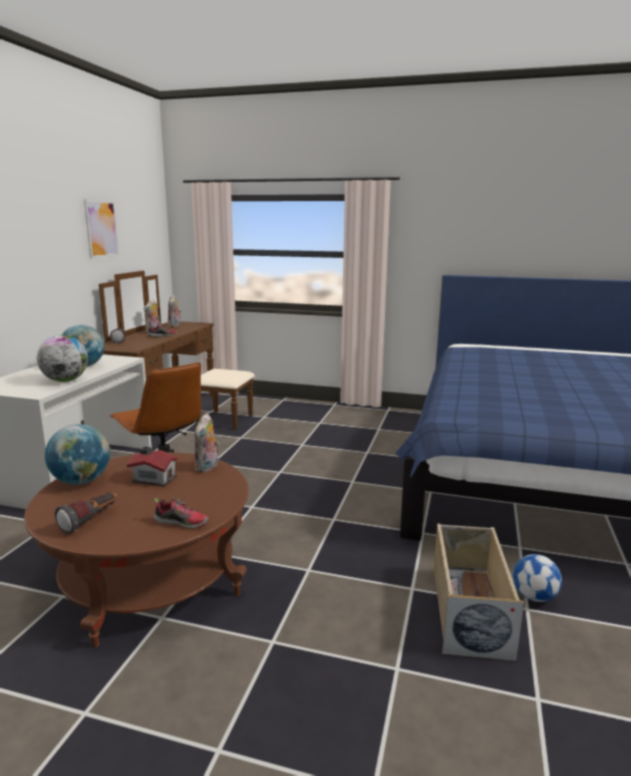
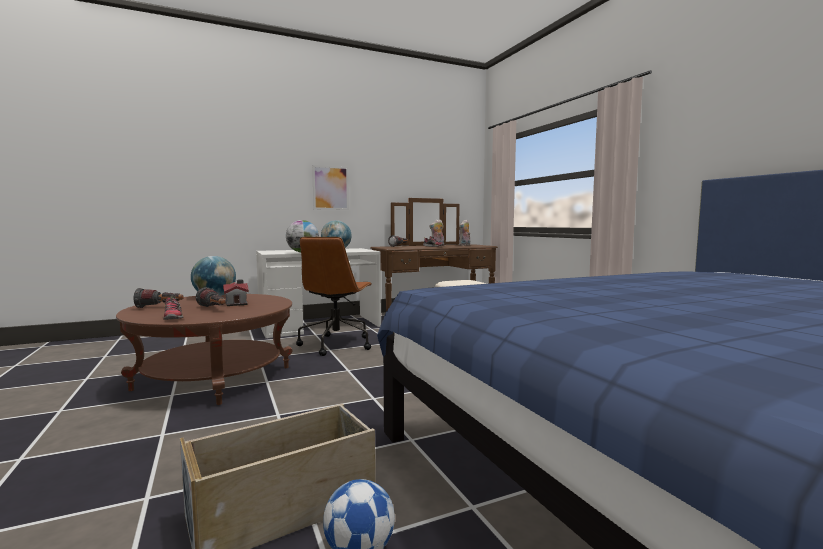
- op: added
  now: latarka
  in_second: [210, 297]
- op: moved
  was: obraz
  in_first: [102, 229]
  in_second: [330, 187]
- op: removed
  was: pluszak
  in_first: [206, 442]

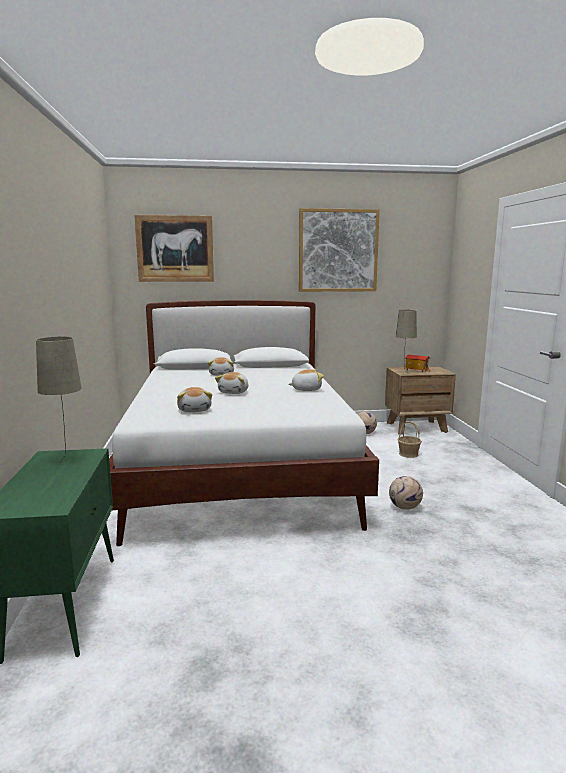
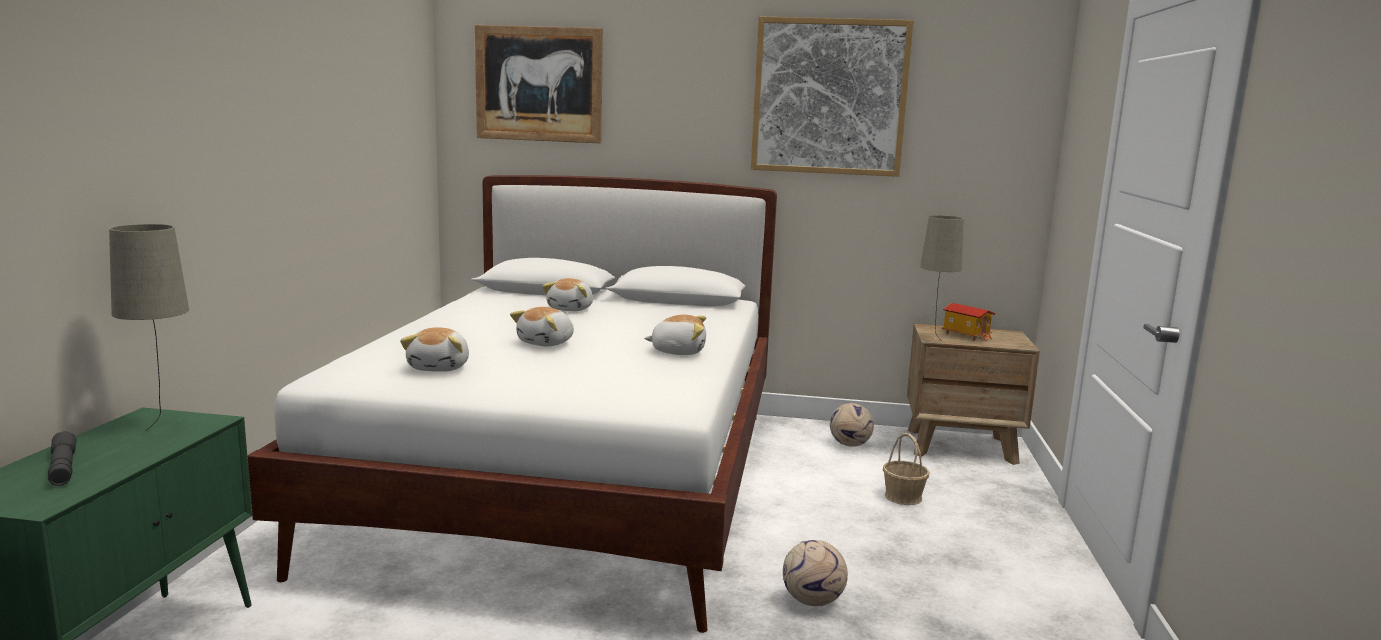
- op: added
  now: latarka/szary
  in_second: [62, 458]

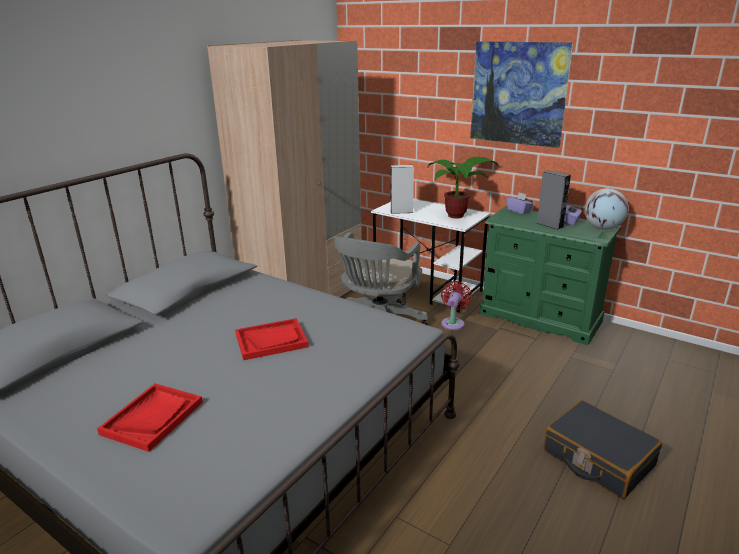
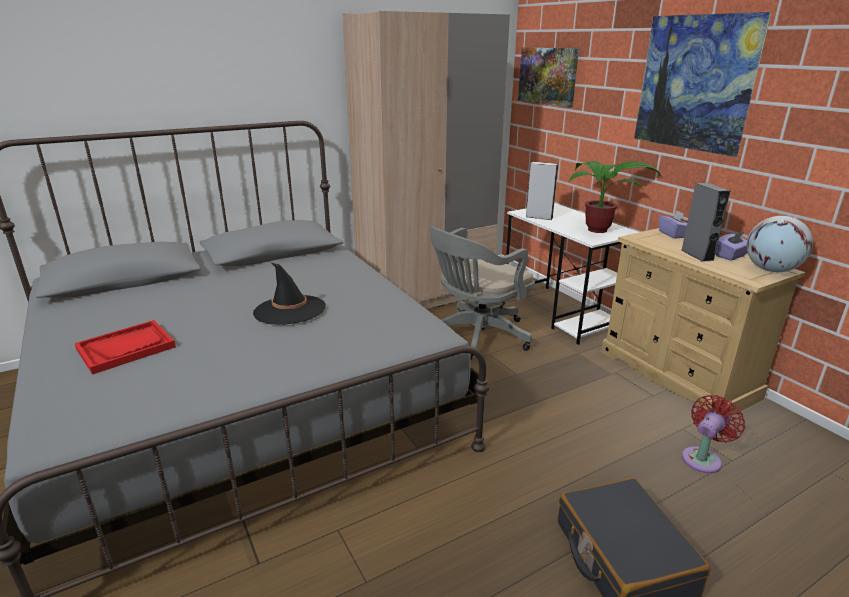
- op: replaced
  was: taca/czerwony
  now: kapelusz/czarny
  in_first: [272, 339]
  in_second: [289, 293]
- op: added
  now: obraz
  in_second: [548, 77]
- op: recoloured
  was: komoda/zielony
  now: komoda/beżowy
  in_first: [550, 275]
  in_second: [703, 322]
- op: moved
  was: wentylator/czerwony
  in_first: [456, 305]
  in_second: [713, 434]

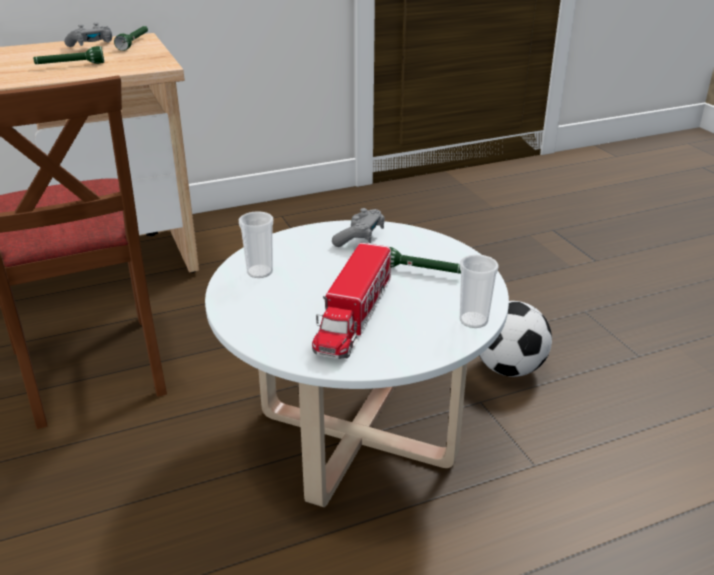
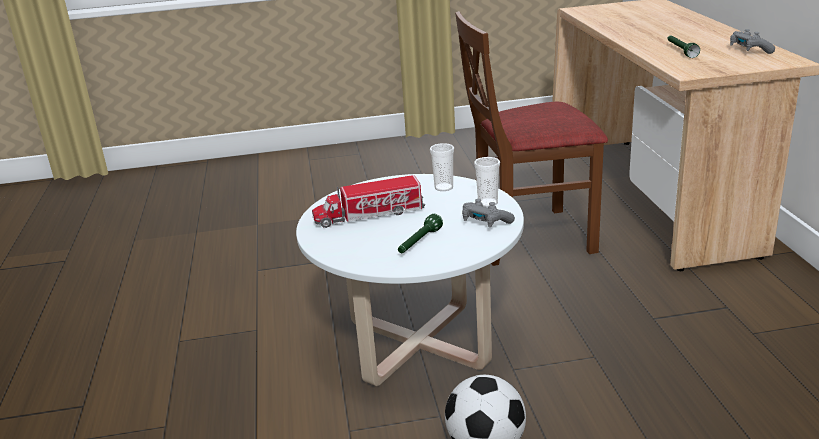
- op: turned
  was: ciężarówka zabawkowa
  in_first: [351, 301]
  in_second: [368, 201]
  clockwise: -45
- op: moved
  was: filiżanka
  in_first: [479, 291]
  in_second: [487, 182]
- op: removed
  was: latarka/zielony
  in_first: [131, 38]

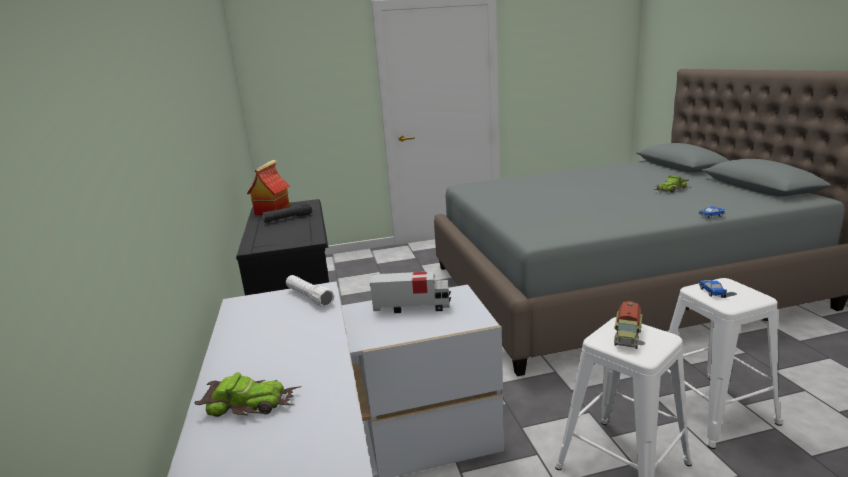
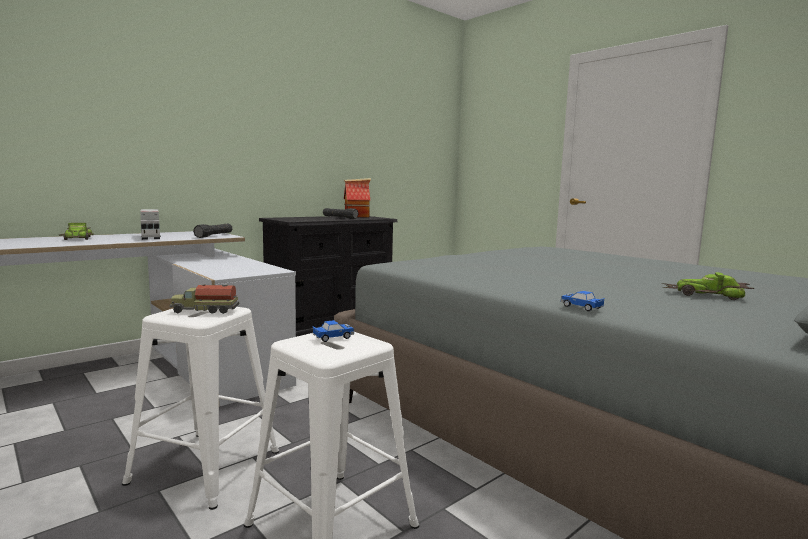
- op: moved
  was: ciężarówka zabawkowa
  in_first: [410, 292]
  in_second: [150, 224]
- op: recoloured
  was: latarka/biały
  now: latarka/czarny
  in_first: [310, 291]
  in_second: [212, 230]

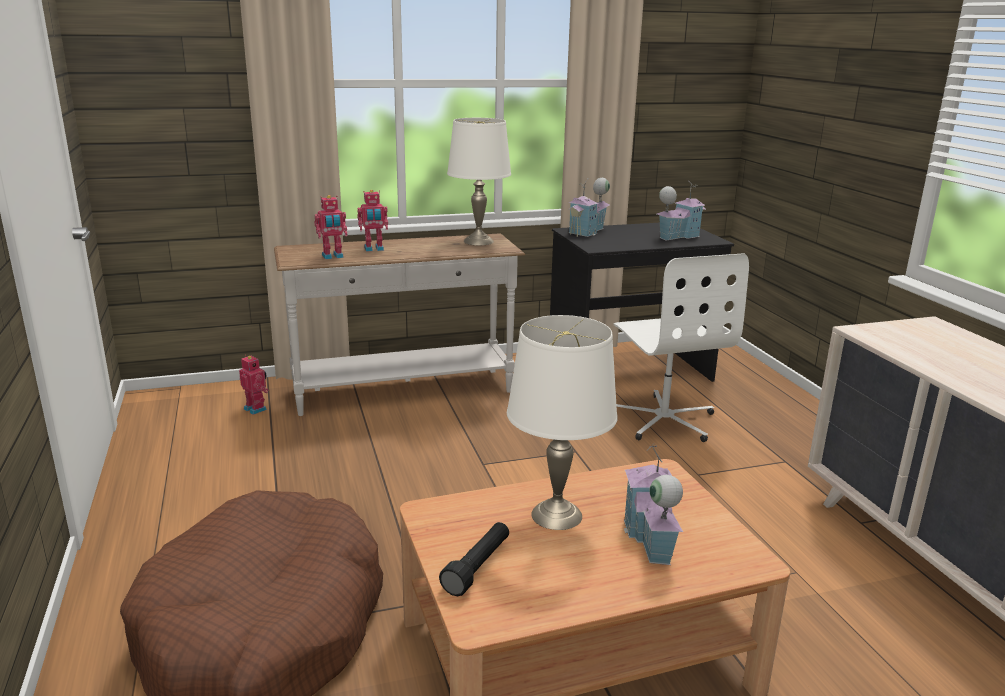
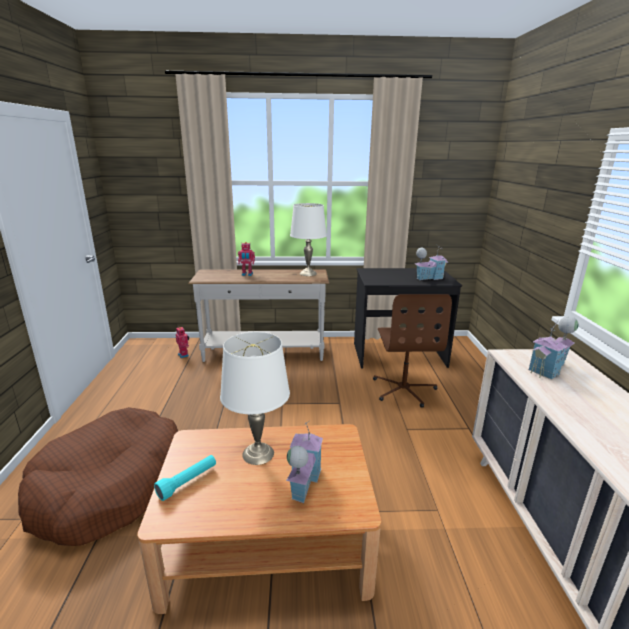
- op: recoloured
  was: latarka/czarny
  now: latarka/turkusowy
  in_first: [474, 559]
  in_second: [185, 478]
- op: recoloured
  was: krzesło biurowe/biały
  now: krzesło biurowe/brązowy
  in_first: [681, 347]
  in_second: [412, 351]
- op: moved
  was: domek
  in_first: [589, 207]
  in_second: [553, 348]
- op: removed
  was: robot zabawkowy
  in_first: [330, 227]

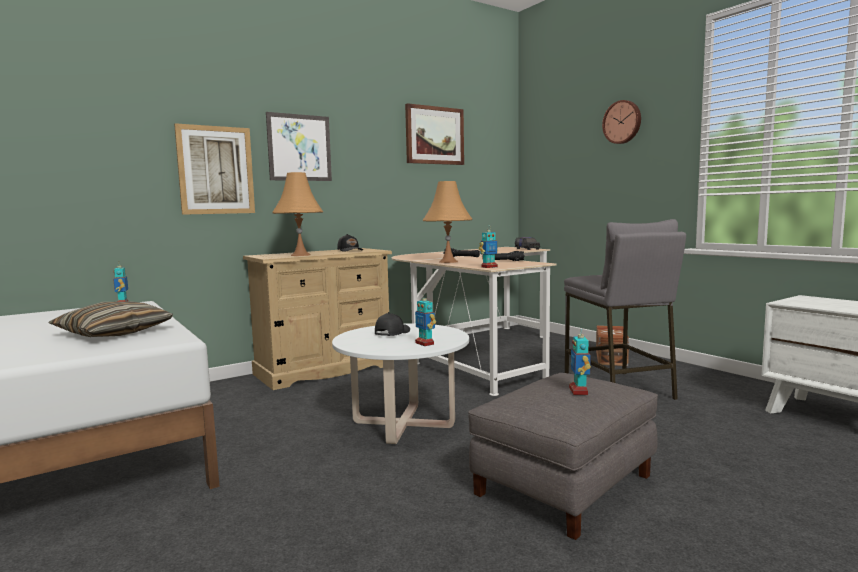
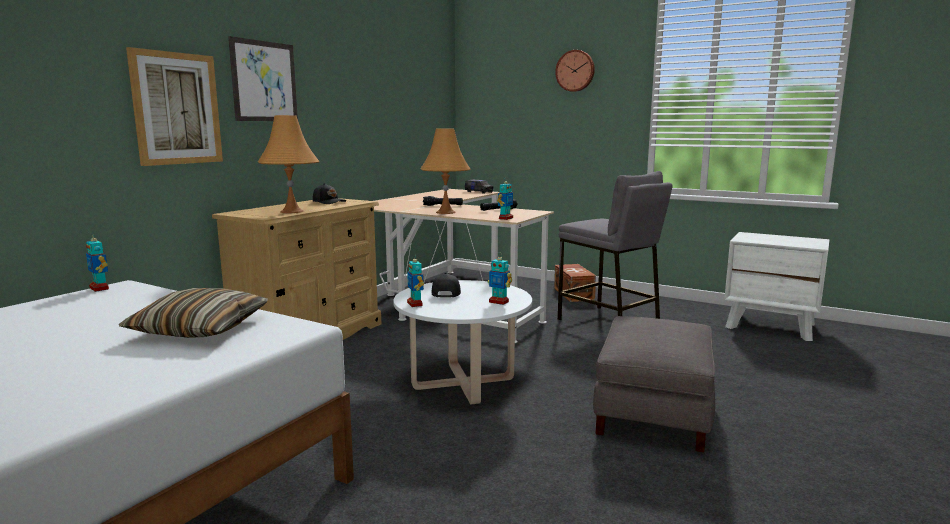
- op: moved
  was: robot zabawkowy
  in_first: [580, 361]
  in_second: [415, 280]
- op: removed
  was: obraz
  in_first: [434, 134]

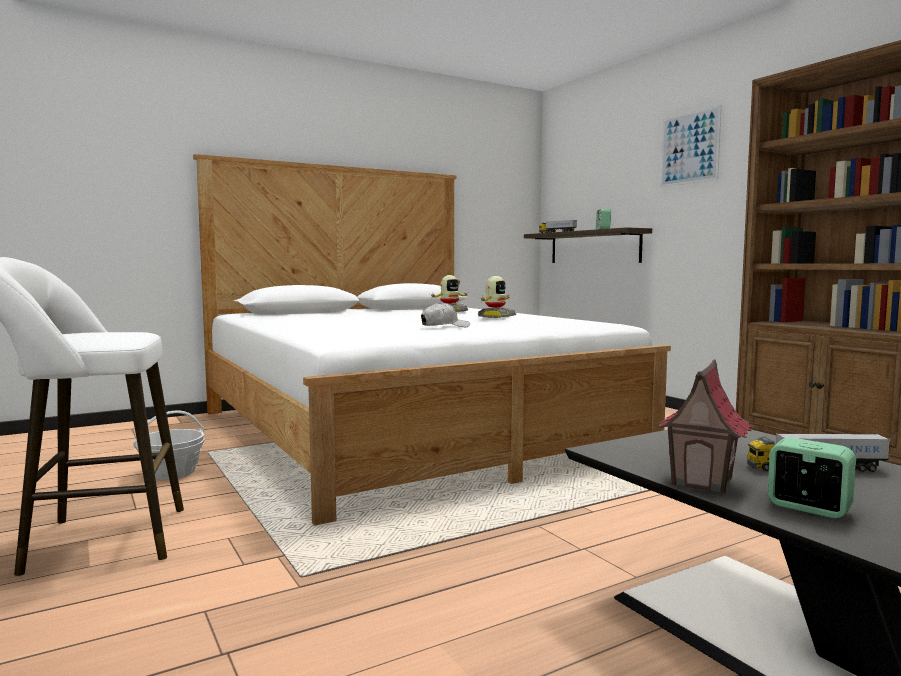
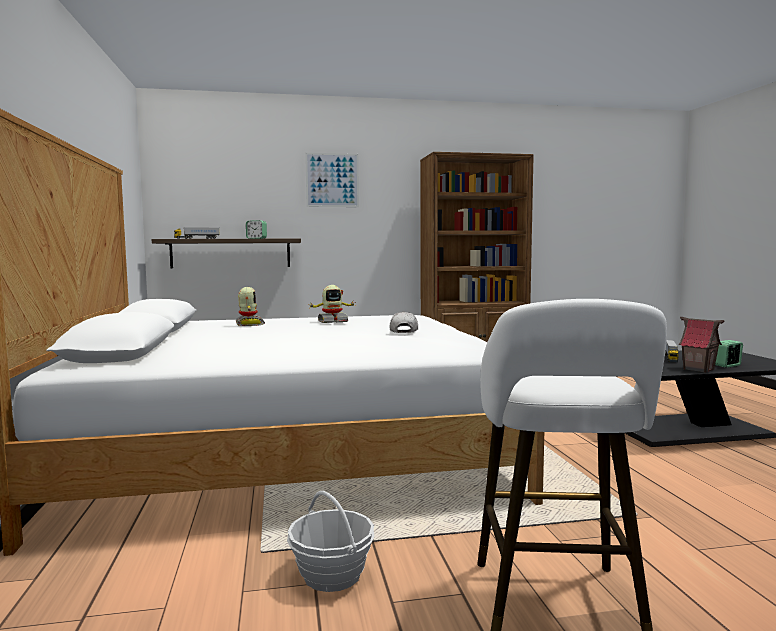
- op: turned
  was: robot zabawkowy
  in_first: [497, 297]
  in_second: [332, 304]
  clockwise: 105

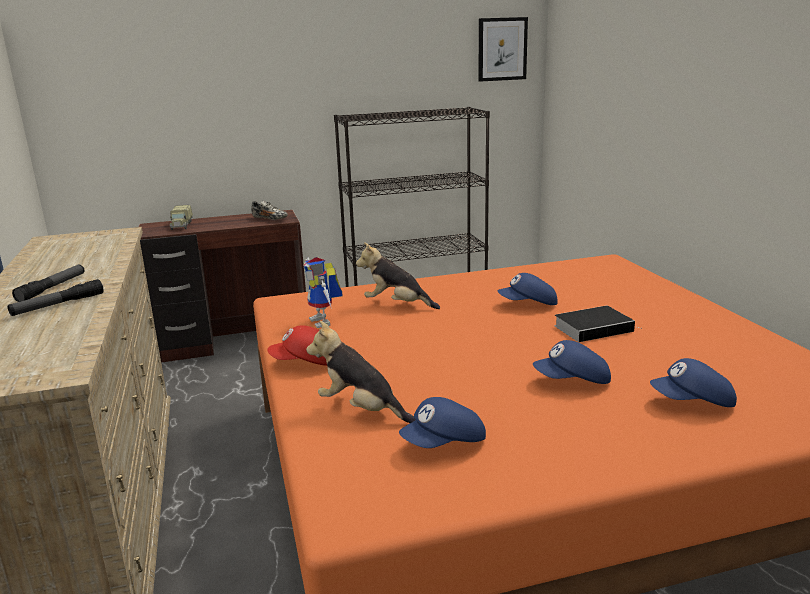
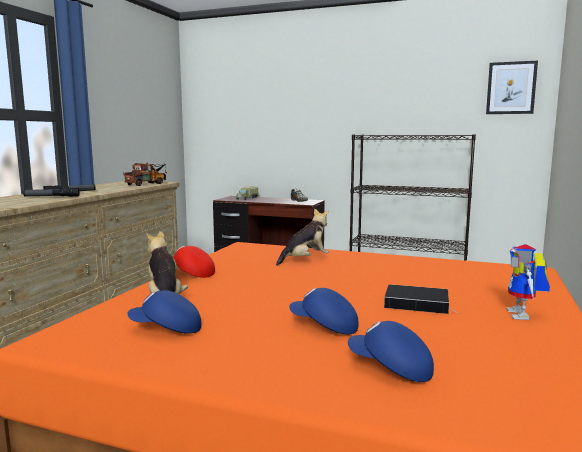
- op: added
  now: ciężarówka zabawkowa
  in_second: [145, 174]
- op: turned
  was: pluszak
  in_first: [398, 275]
  in_second: [302, 237]
  clockwise: 90
- op: moved
  was: robot zabawkowy
  in_first: [322, 292]
  in_second: [528, 282]
- op: removed
  was: czapka z daszkiem/niebieski
  in_first: [527, 289]

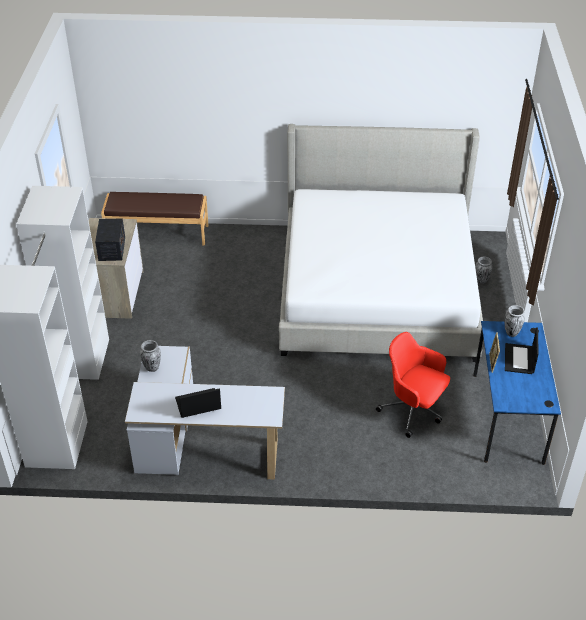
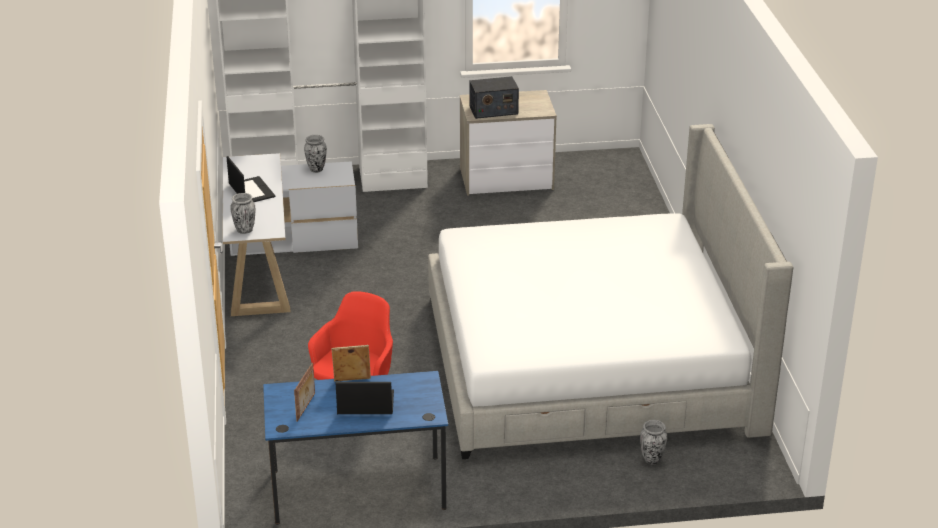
- op: moved
  was: wazon
  in_first: [515, 321]
  in_second: [243, 213]
- op: added
  now: ramka na zdjęcie
  in_second: [304, 392]
- op: removed
  was: ławka/brązowy
  in_first: [154, 219]

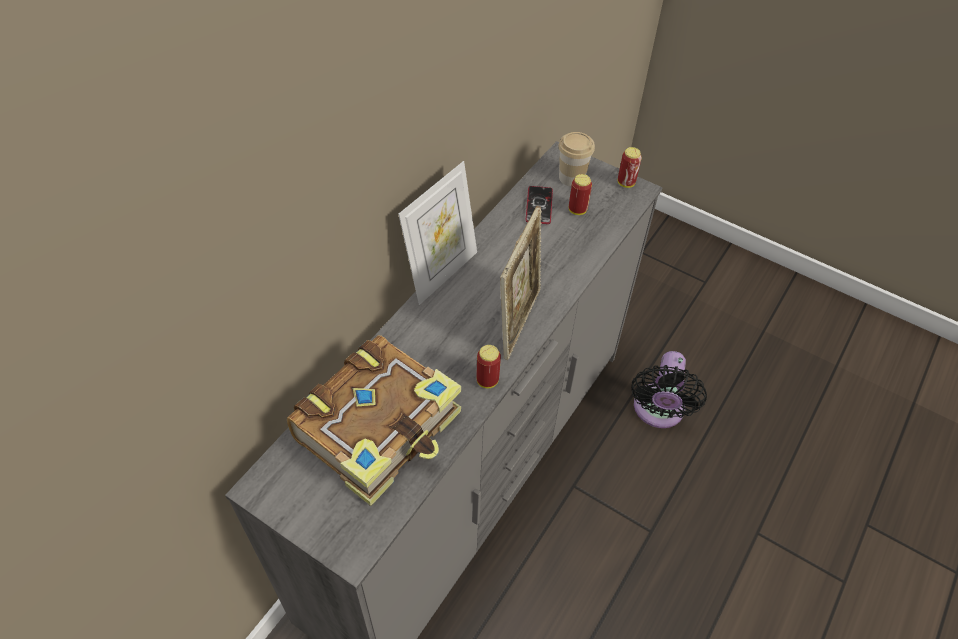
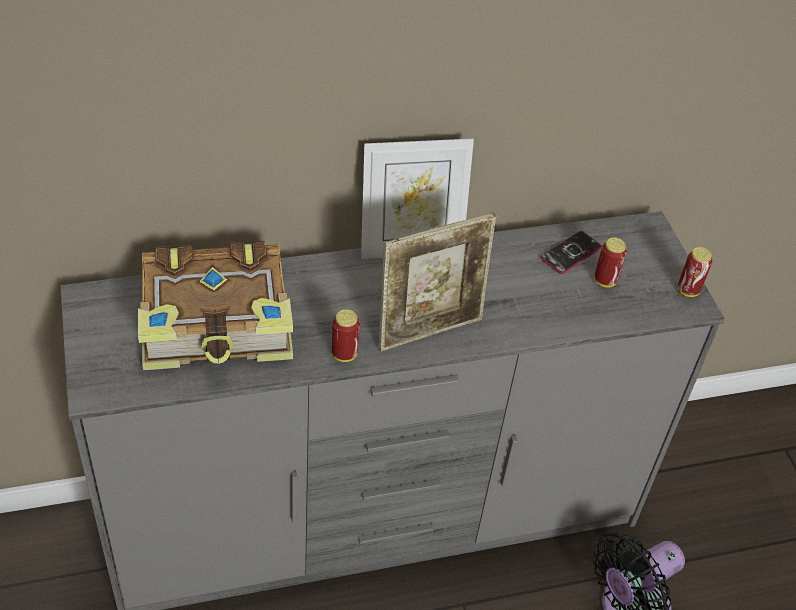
- op: removed
  was: filiżanka
  in_first: [576, 159]

